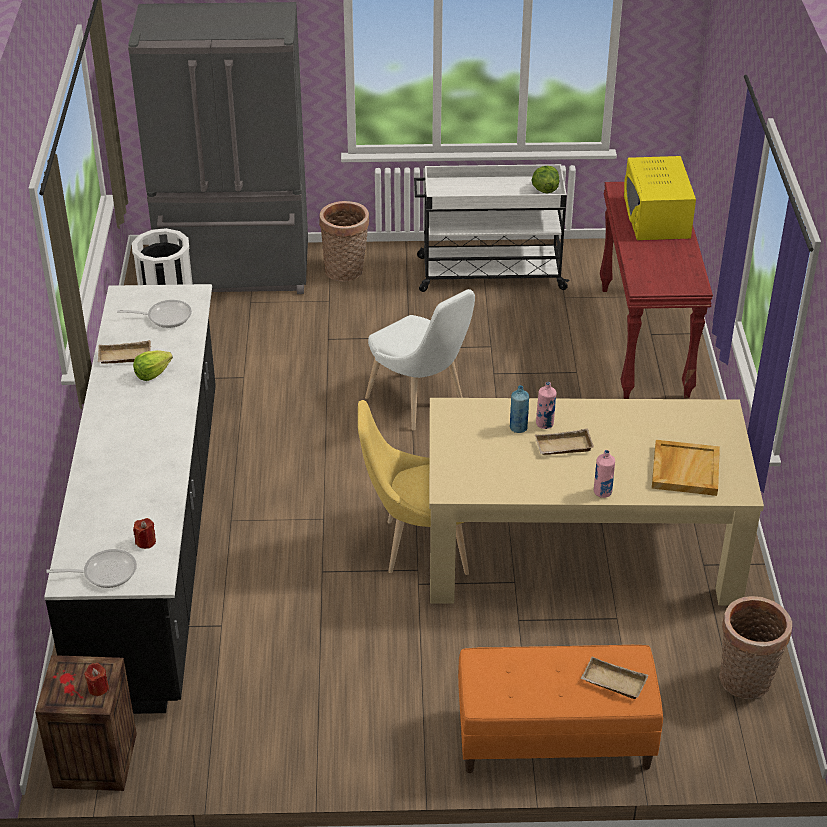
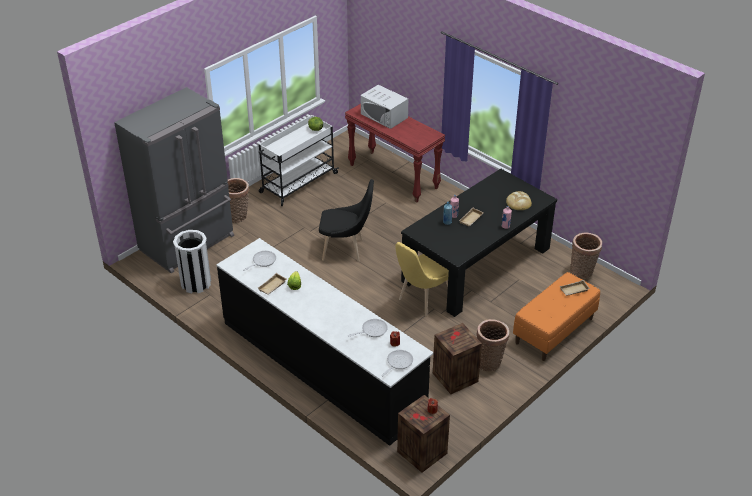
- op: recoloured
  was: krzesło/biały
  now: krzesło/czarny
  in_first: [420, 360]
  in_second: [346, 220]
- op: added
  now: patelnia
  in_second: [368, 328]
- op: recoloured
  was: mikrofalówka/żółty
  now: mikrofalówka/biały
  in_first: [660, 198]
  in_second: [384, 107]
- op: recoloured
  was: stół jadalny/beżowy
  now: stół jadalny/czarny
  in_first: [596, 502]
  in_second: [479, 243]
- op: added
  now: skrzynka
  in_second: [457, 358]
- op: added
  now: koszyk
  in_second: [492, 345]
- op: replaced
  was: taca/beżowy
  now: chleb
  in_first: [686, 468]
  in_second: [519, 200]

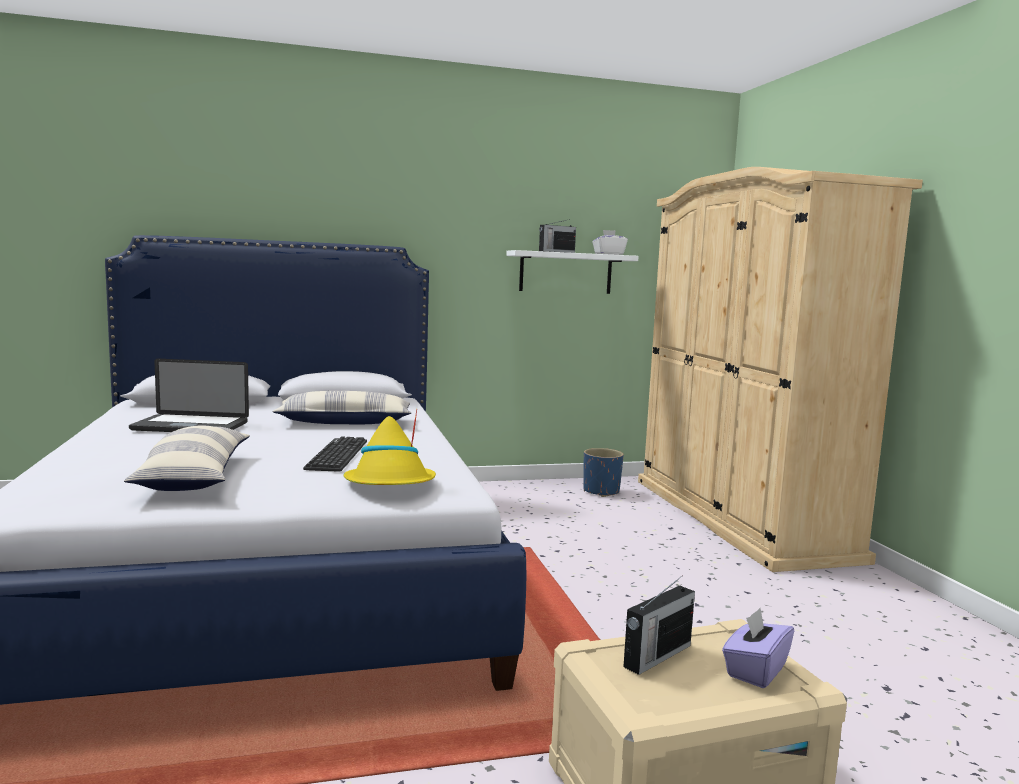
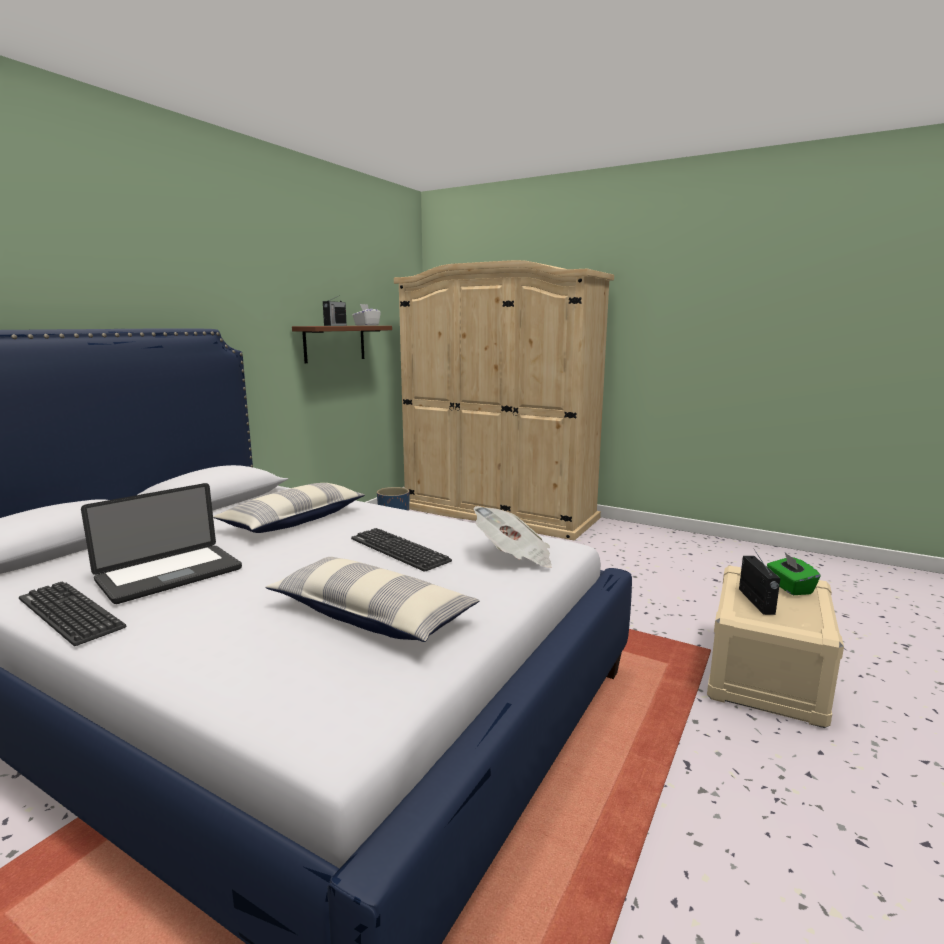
- op: added
  now: klawiatura
  in_second: [72, 613]
- op: recoloured
  was: półka/biały
  now: półka/brązowy
  in_first: [572, 272]
  in_second: [342, 344]
- op: replaced
  was: kapelusz/żółty
  now: gazeta
  in_first: [389, 447]
  in_second: [512, 537]
- op: recoloured
  was: pudełko chusteczek/fioletowy
  now: pudełko chusteczek/zielony
  in_first: [758, 648]
  in_second: [793, 574]

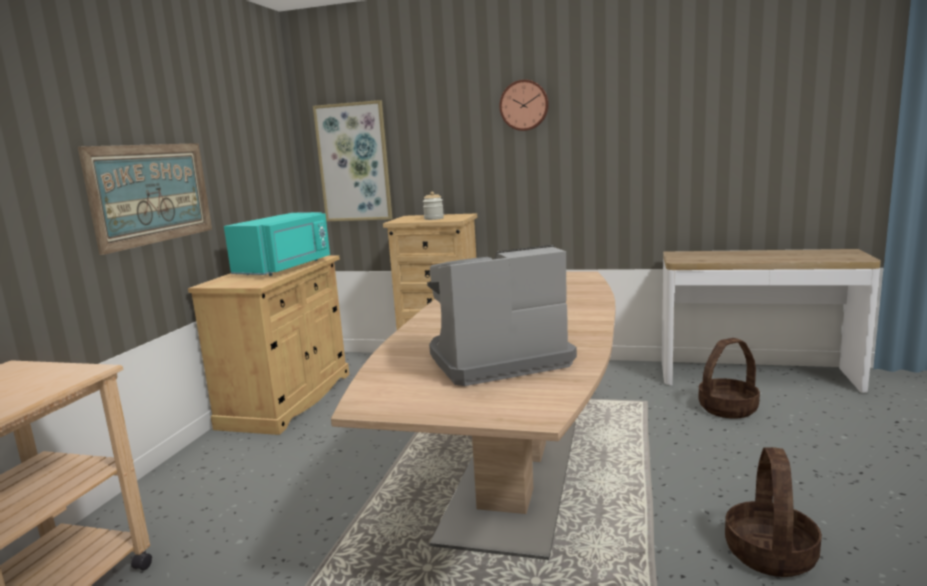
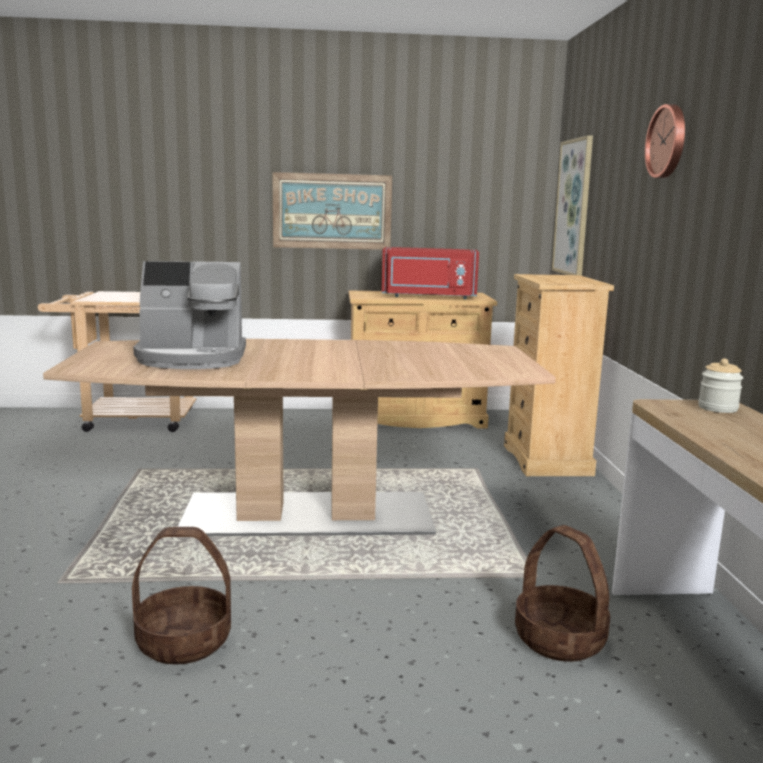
- op: turned
  was: ekspres do kawy
  in_first: [502, 315]
  in_second: [189, 315]
  clockwise: 120
- op: recoloured
  was: mikrofalówka/turkusowy
  now: mikrofalówka/czerwony
  in_first: [277, 244]
  in_second: [430, 273]
- op: moved
  was: słoik
  in_first: [433, 206]
  in_second: [720, 385]

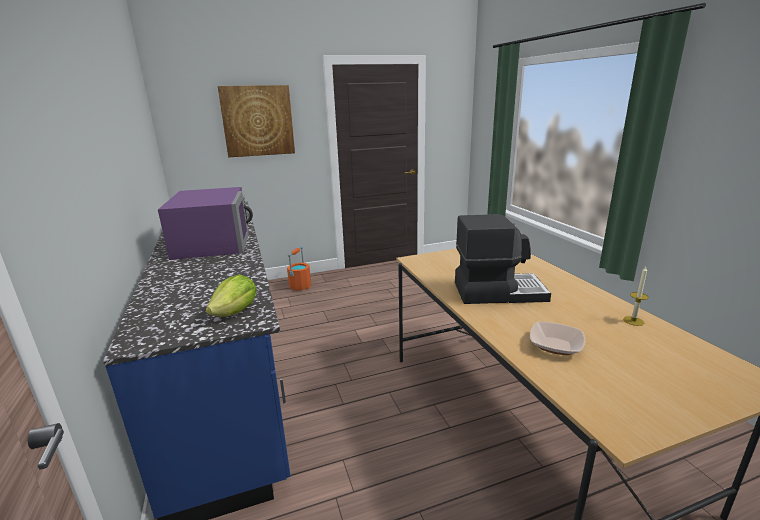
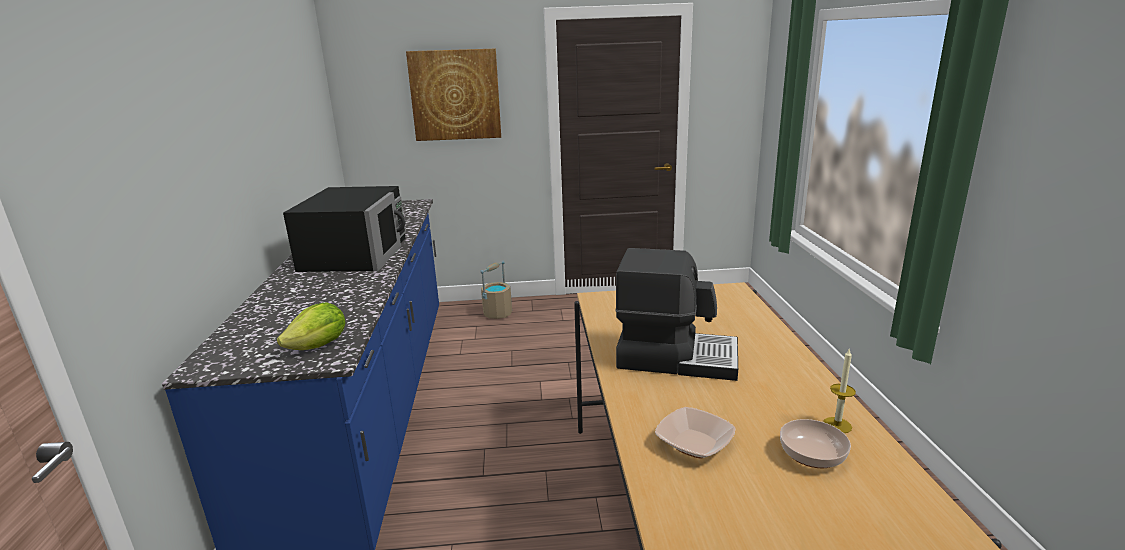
- op: recoloured
  was: mikrofalówka/fioletowy
  now: mikrofalówka/czarny
  in_first: [205, 223]
  in_second: [344, 229]
- op: recoloured
  was: wiadro/pomarańczowy
  now: wiadro/beżowy
  in_first: [299, 268]
  in_second: [496, 290]
- op: added
  now: miska
  in_second: [815, 443]

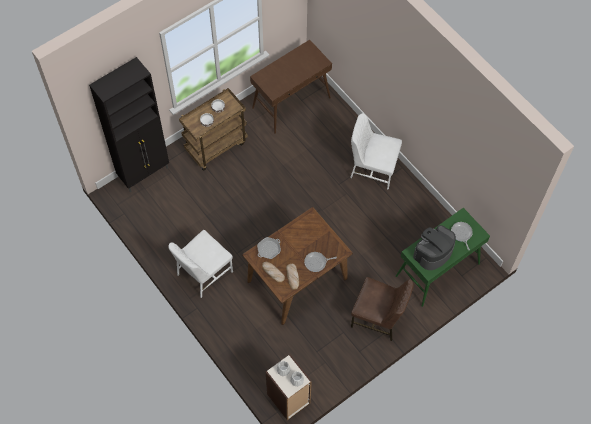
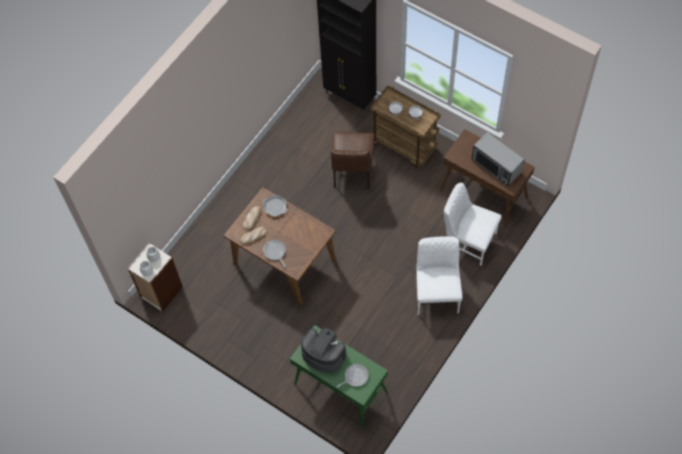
- op: moved
  was: krzesło/brązowy
  in_first: [382, 309]
  in_second: [352, 161]
- op: moved
  was: krzesło/biały
  in_first: [200, 264]
  in_second: [473, 224]
- op: added
  now: mikrofalówka
  in_second: [498, 159]

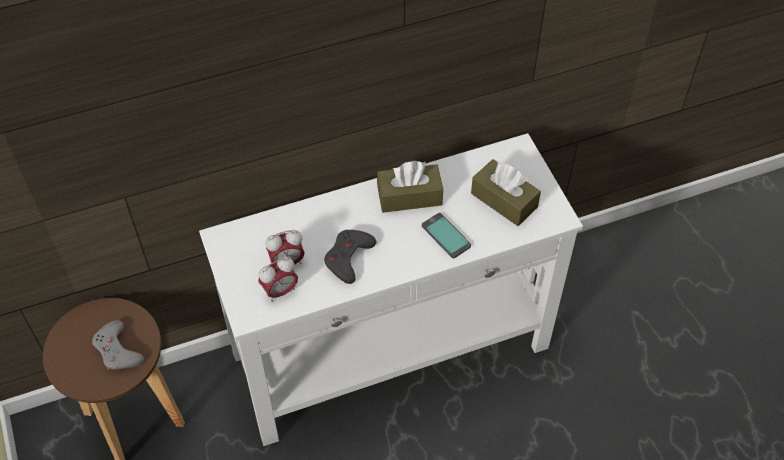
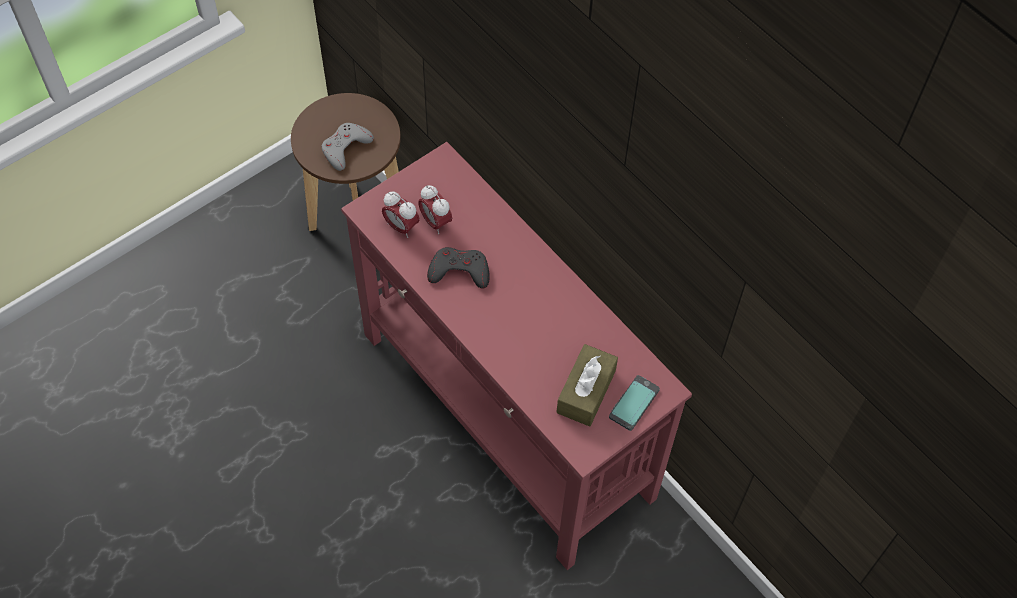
- op: recoloured
  was: stolik konsolowy/biały
  now: stolik konsolowy/czerwony
  in_first: [391, 289]
  in_second: [516, 356]
- op: moved
  was: telefon
  in_first: [446, 235]
  in_second: [634, 403]
- op: removed
  was: pudełko chusteczek/brązowy
  in_first: [410, 187]

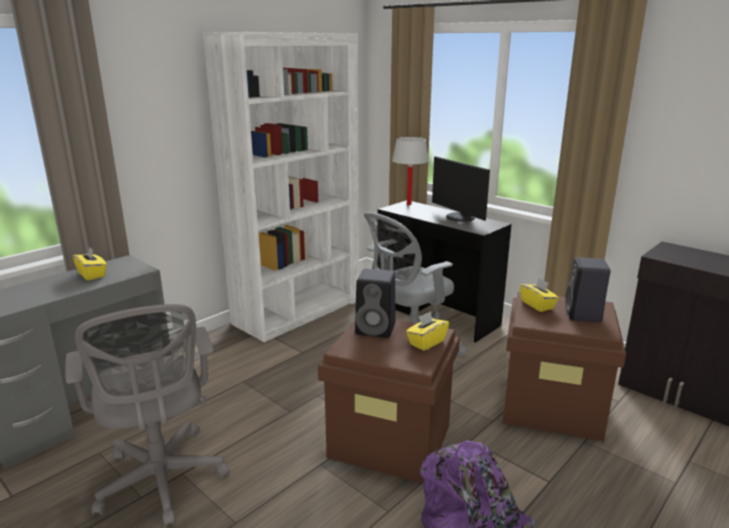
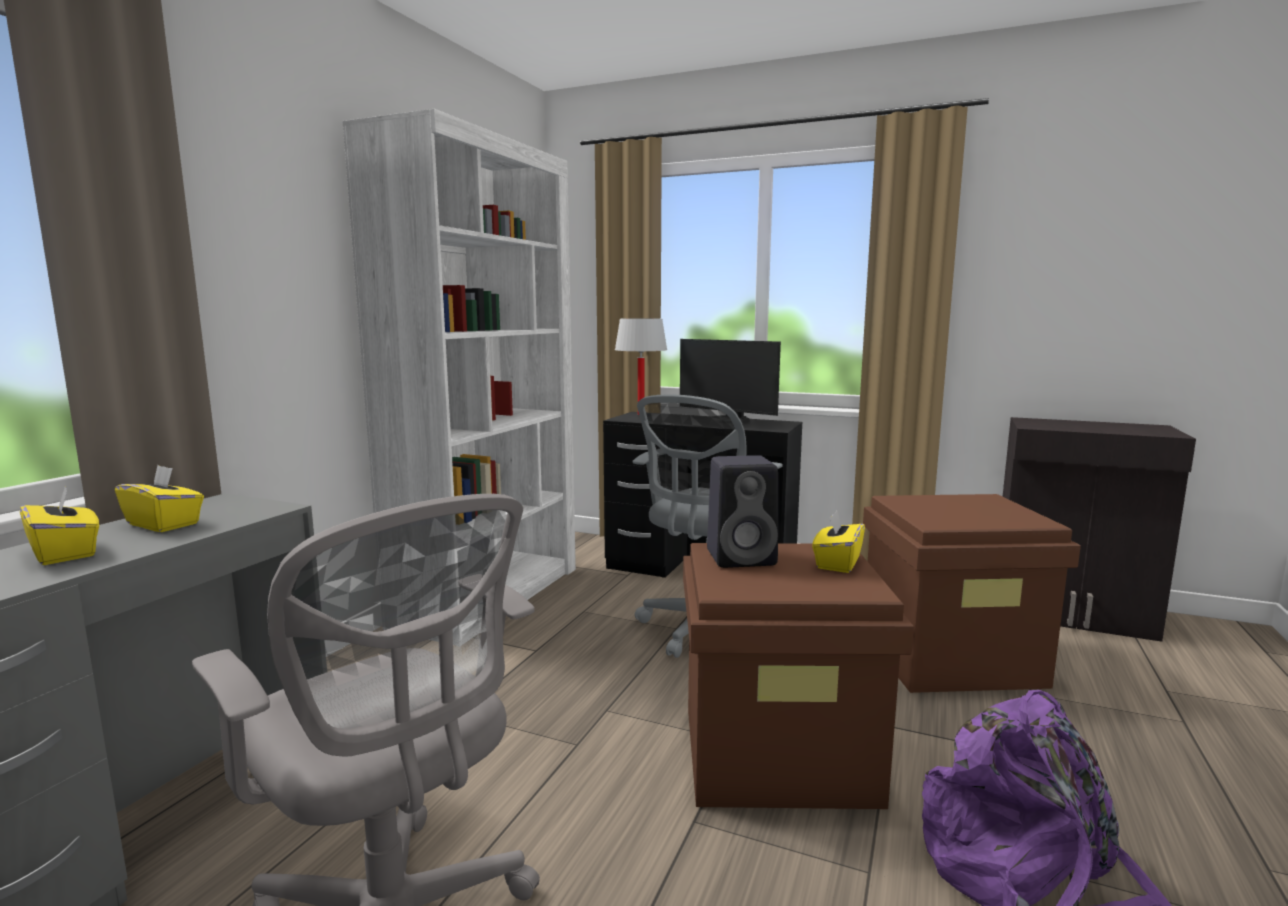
- op: moved
  was: pudełko chusteczek/żółty
  in_first: [539, 295]
  in_second: [59, 525]
- op: removed
  was: głośnik/czarny
  in_first: [588, 289]

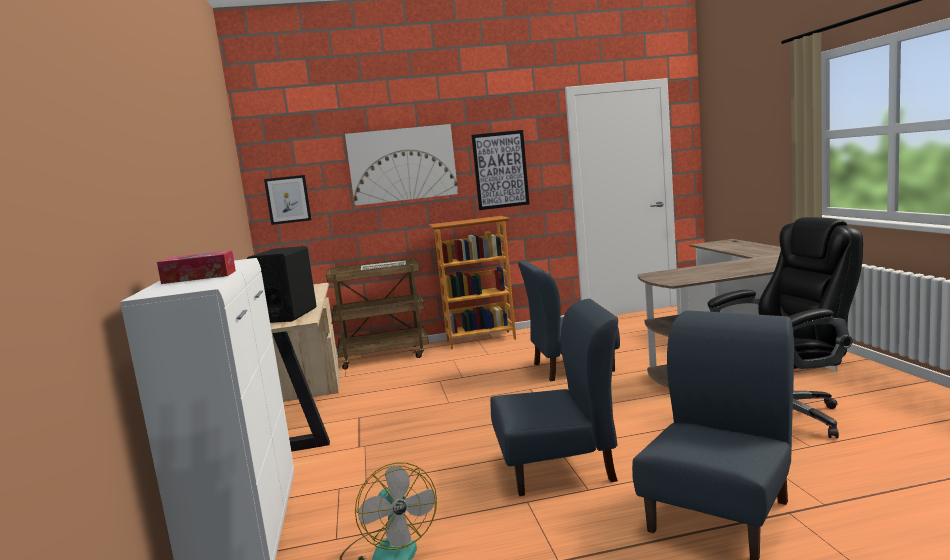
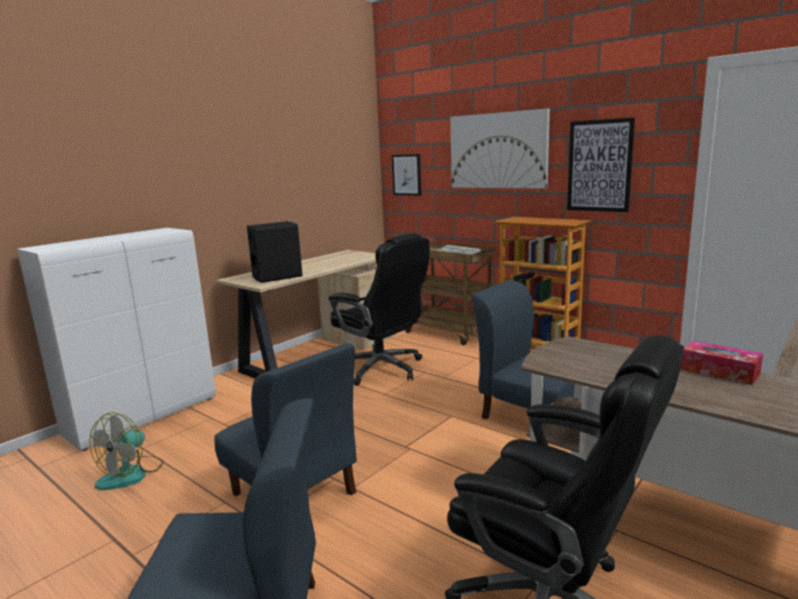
- op: added
  now: krzesło biurowe/czarny
  in_second: [379, 309]
- op: moved
  was: pudełko chusteczek
  in_first: [196, 267]
  in_second: [721, 363]

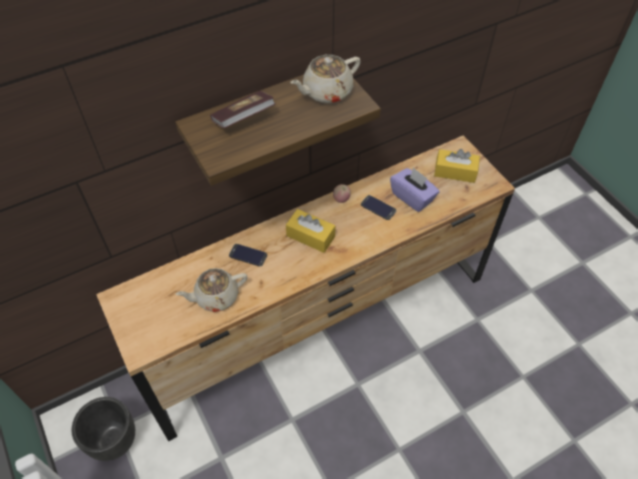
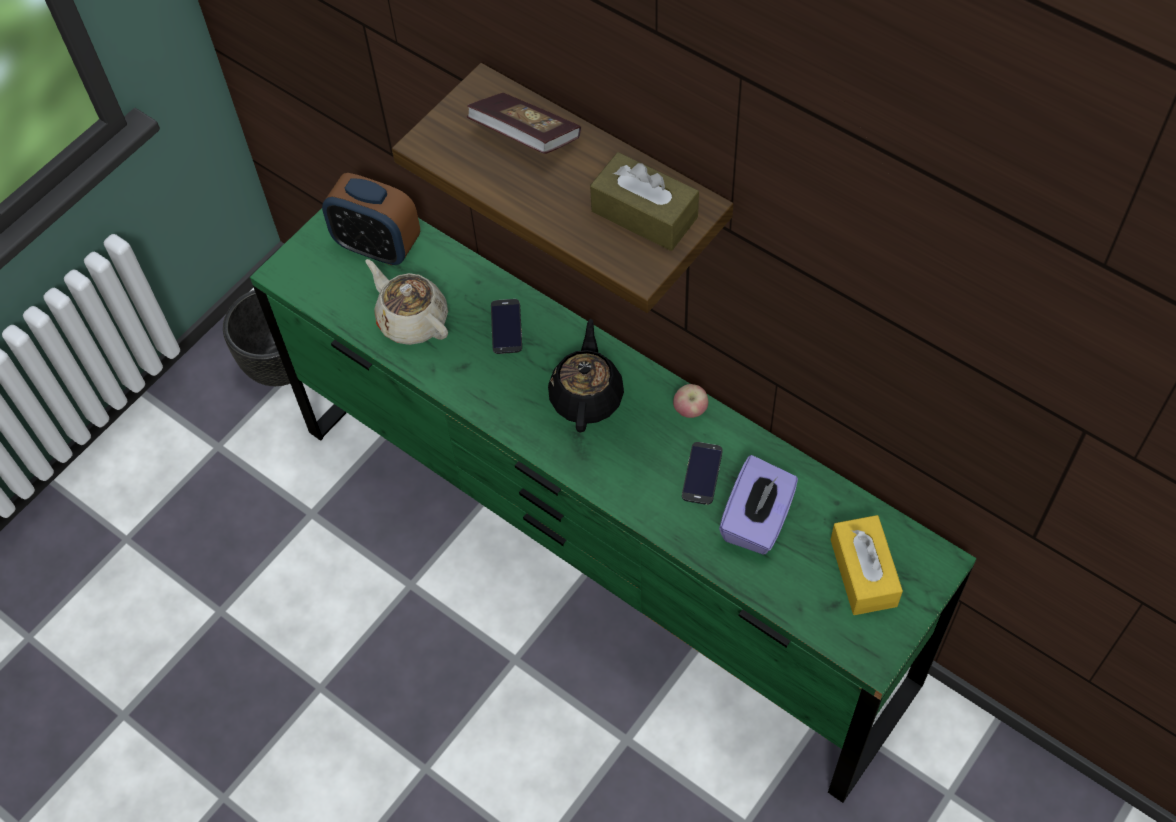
- op: recoloured
  was: komoda/brązowy
  now: komoda/zielony
  in_first: [305, 288]
  in_second: [613, 505]
- op: added
  now: budzik
  in_second: [371, 219]
- op: replaced
  was: pudełko chusteczek/żółty
  now: imbryk/czarny
  in_first: [311, 231]
  in_second: [586, 375]
- op: replaced
  was: imbryk/beżowy
  now: pudełko chusteczek/brązowy
  in_first: [325, 79]
  in_second: [644, 201]

